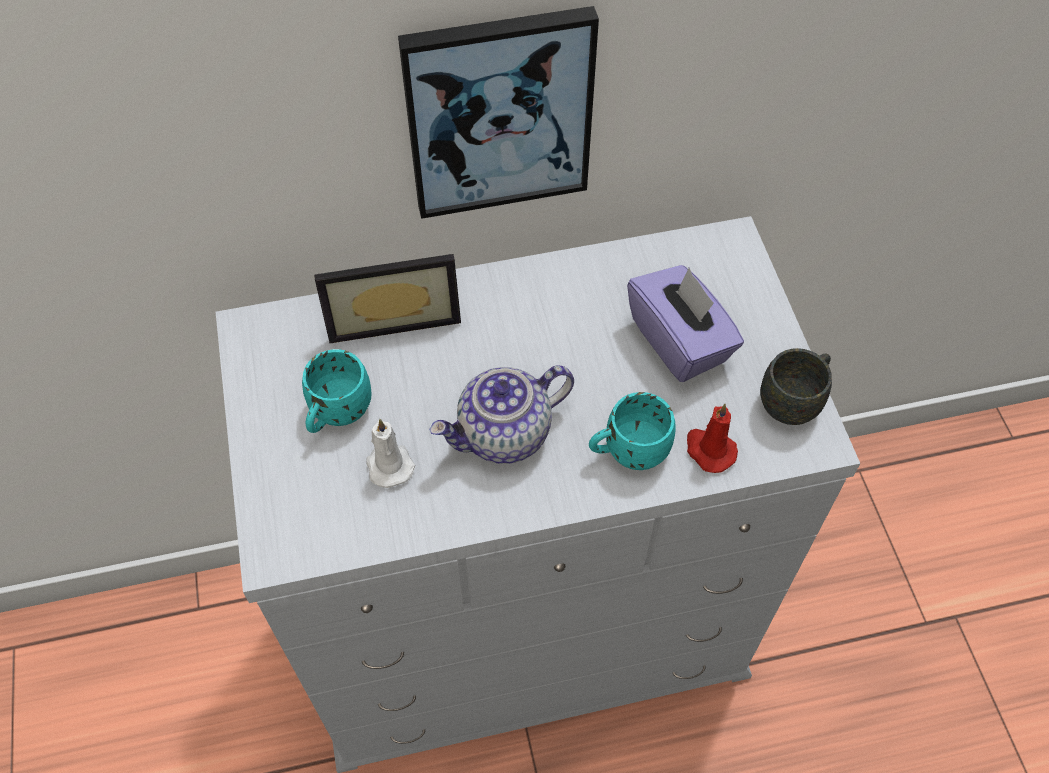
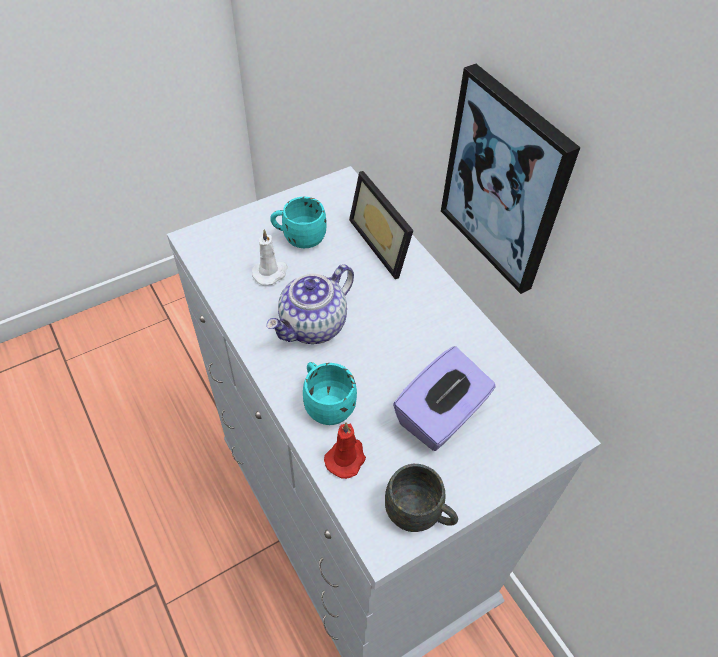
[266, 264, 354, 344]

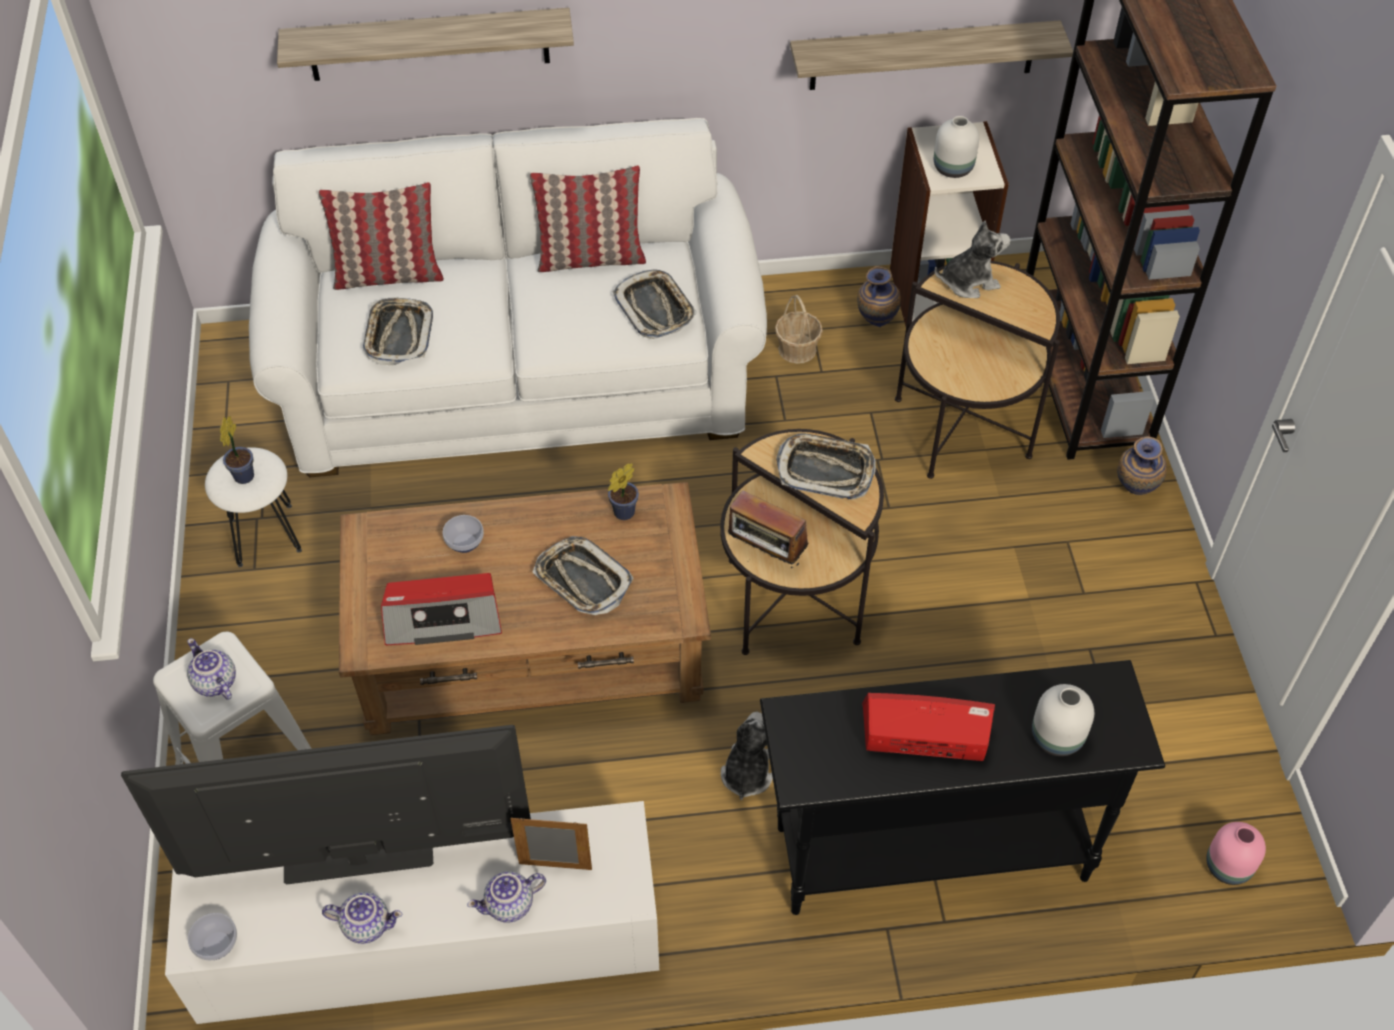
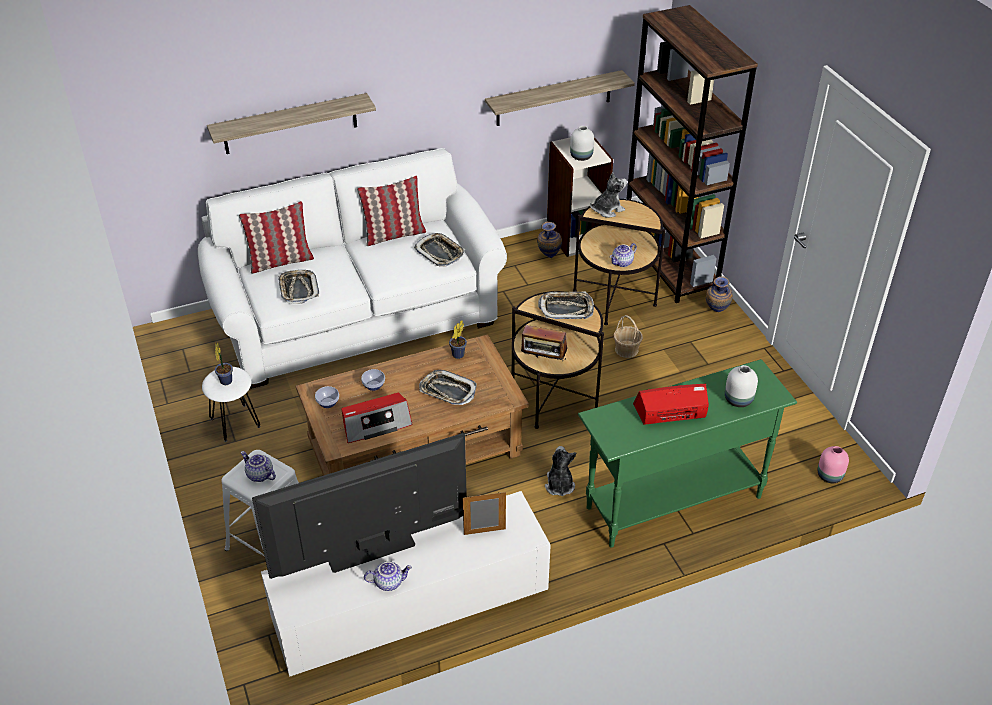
[315, 386, 339, 408]
[610, 243, 637, 267]
[578, 359, 797, 548]
[614, 315, 643, 358]

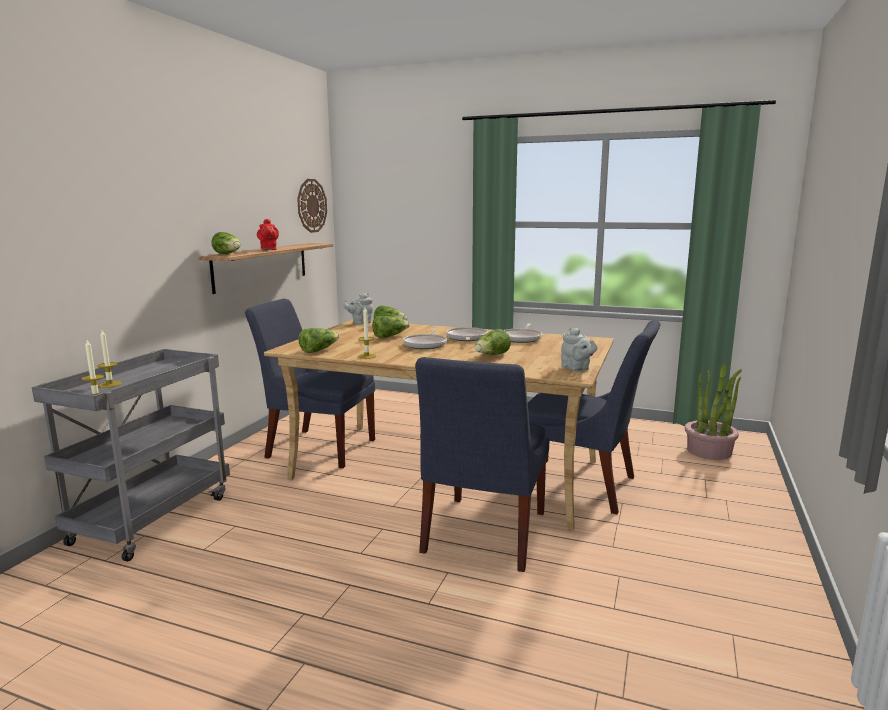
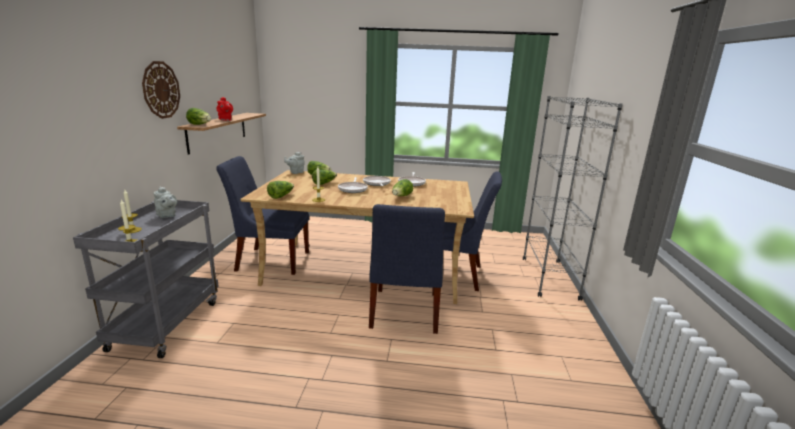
[142, 61, 180, 119]
[154, 186, 177, 218]
[685, 363, 742, 460] (first image)
[523, 96, 623, 301]

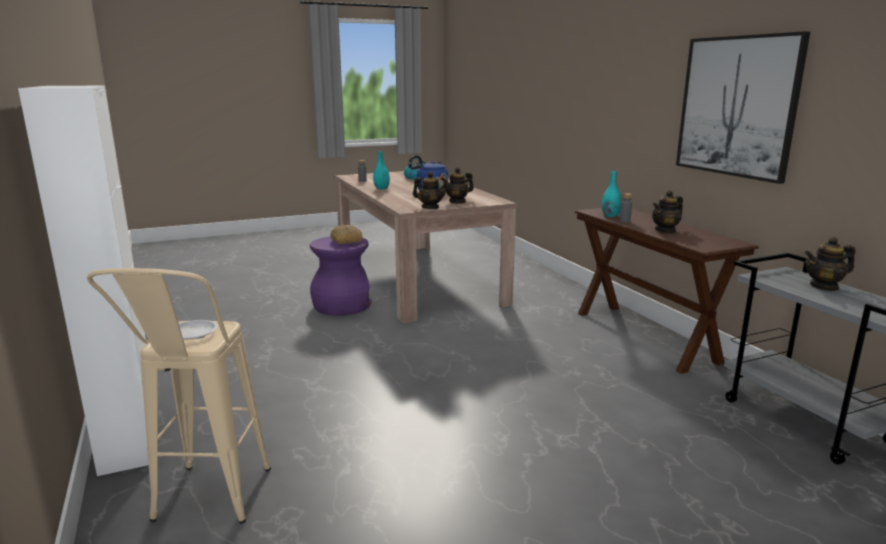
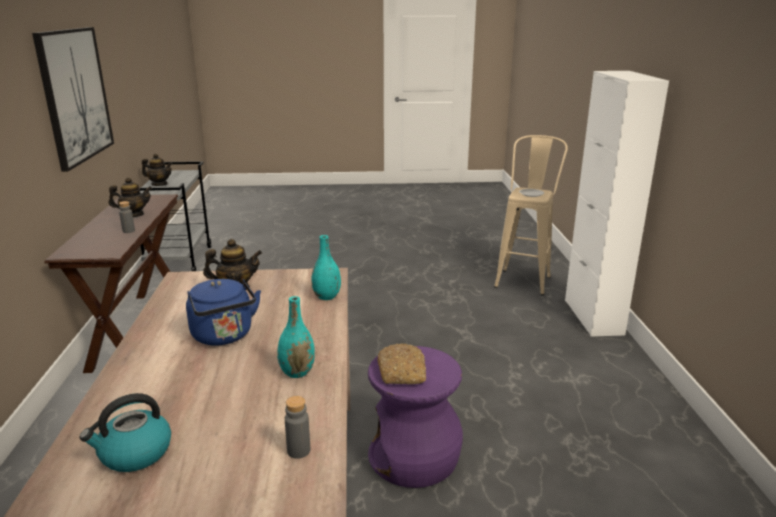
[413, 172, 448, 209] (first image)
[311, 235, 341, 300]

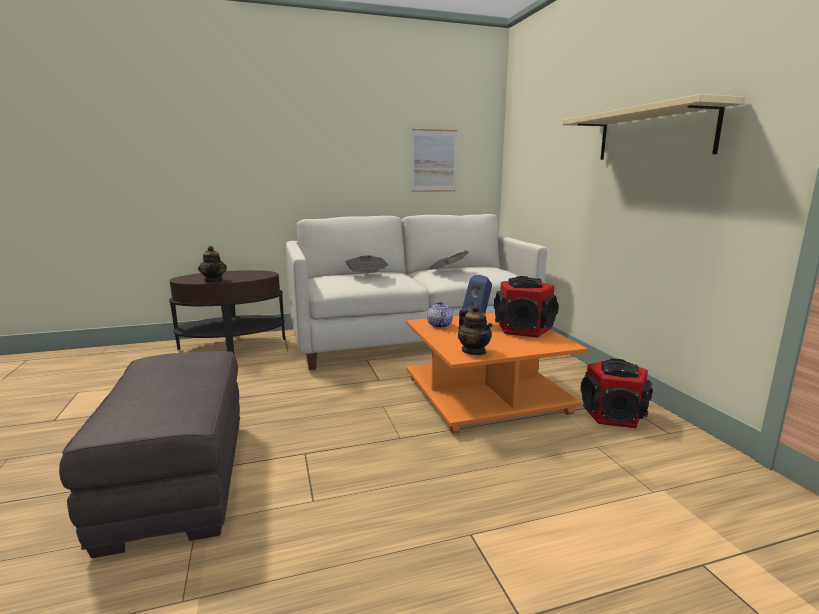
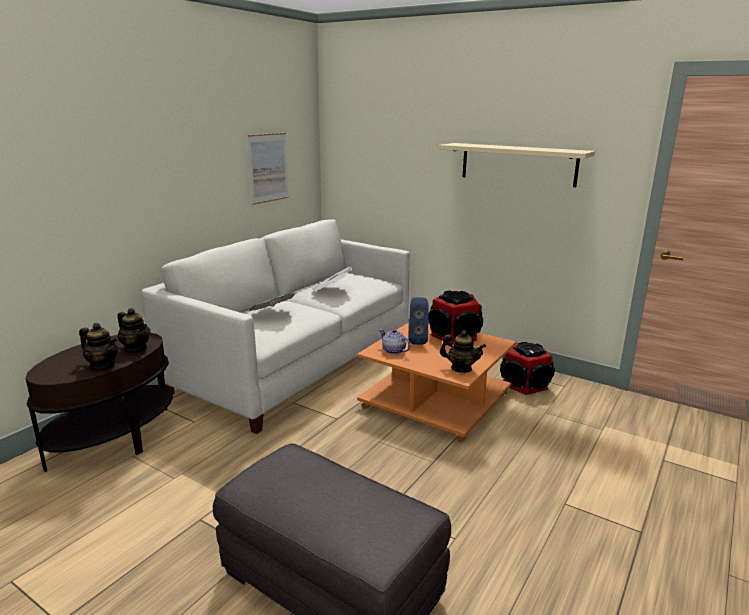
[117, 308, 151, 353]

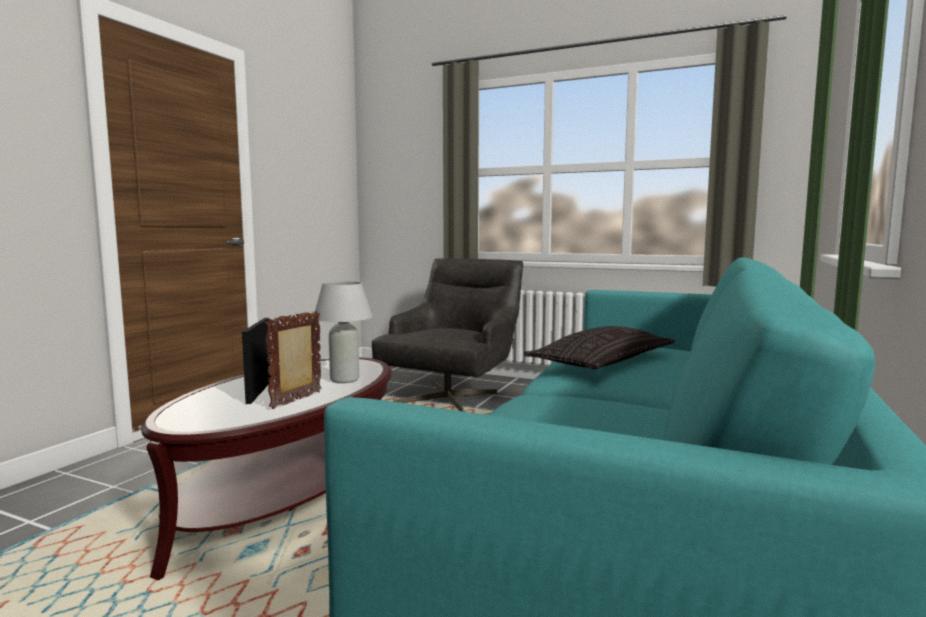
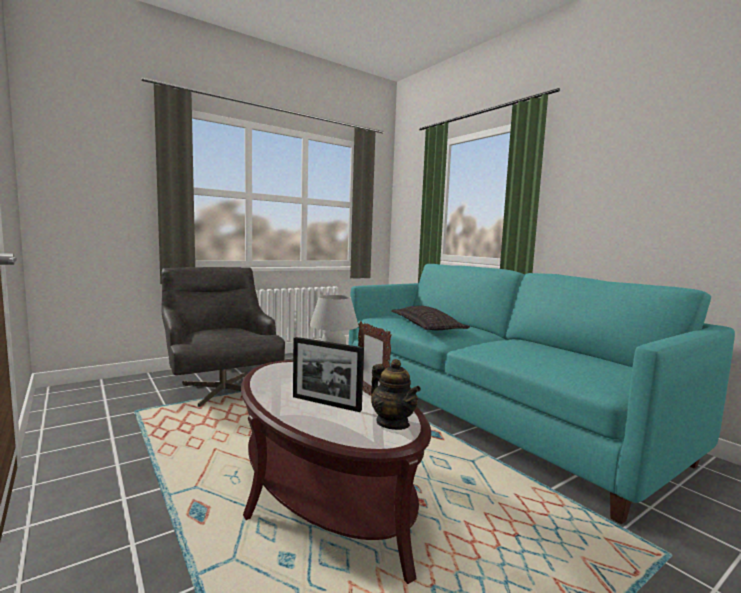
[371, 359, 421, 430]

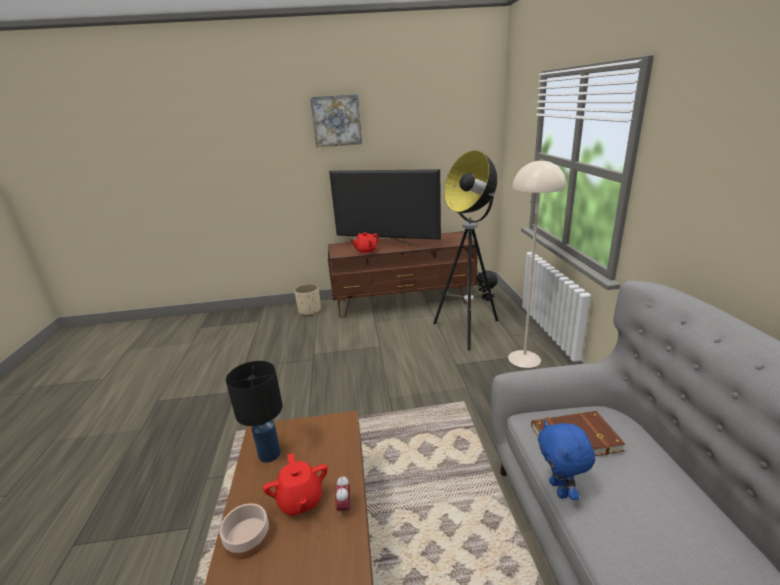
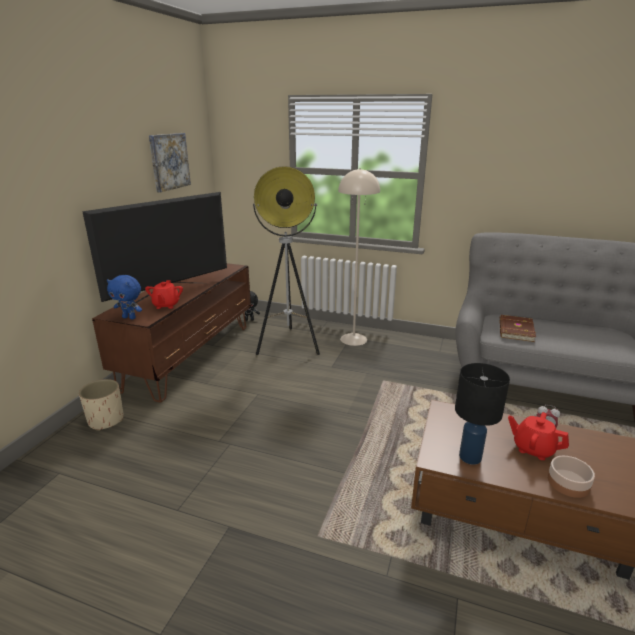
[508, 412, 569, 460]
[149, 133, 191, 192]
[107, 275, 142, 320]

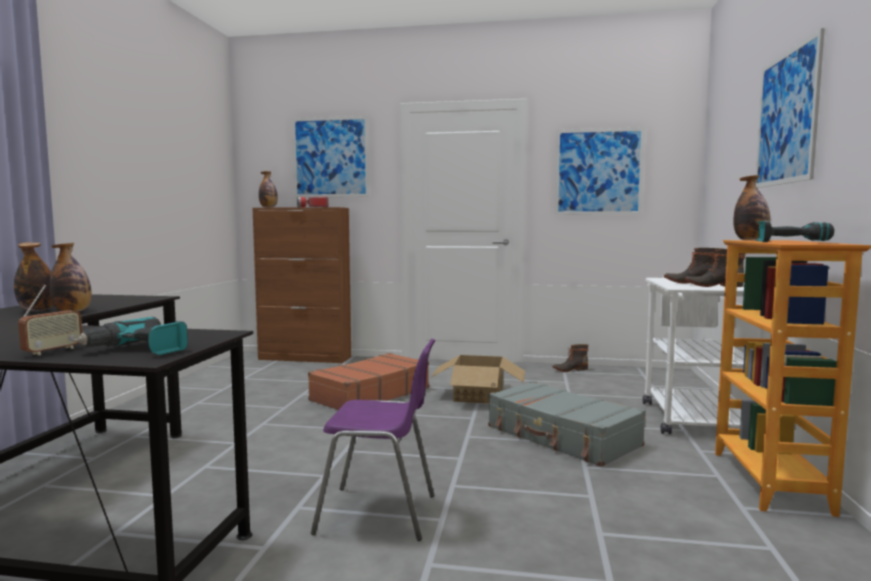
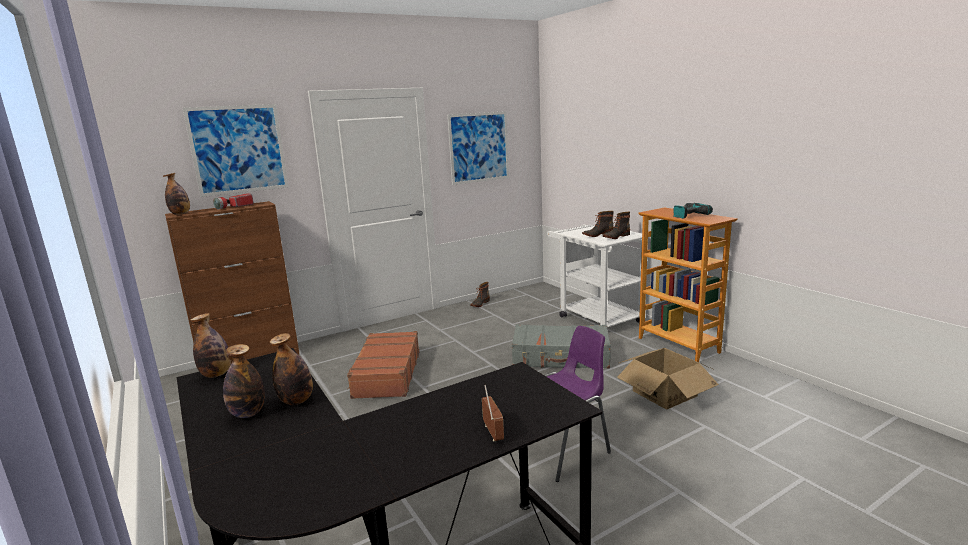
[73, 317, 188, 355] (first image)
[617, 348, 719, 409]
[191, 313, 231, 378]
[755, 28, 825, 188] (first image)

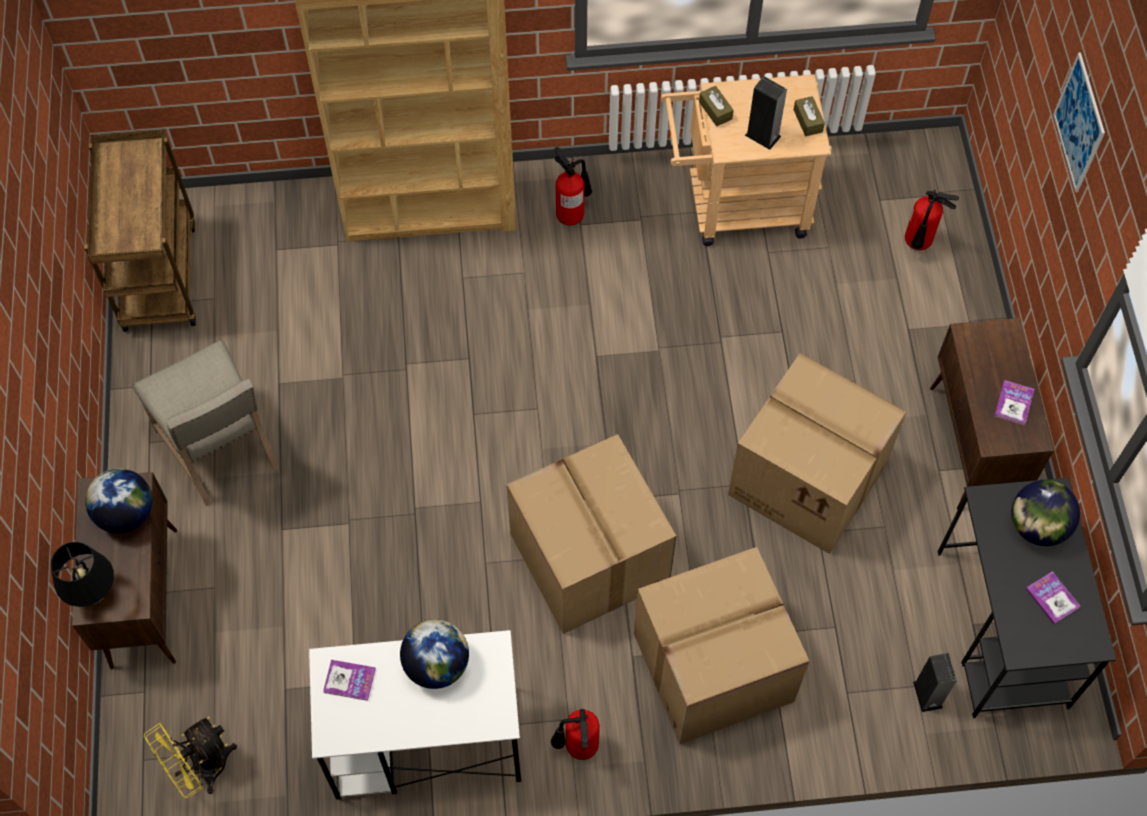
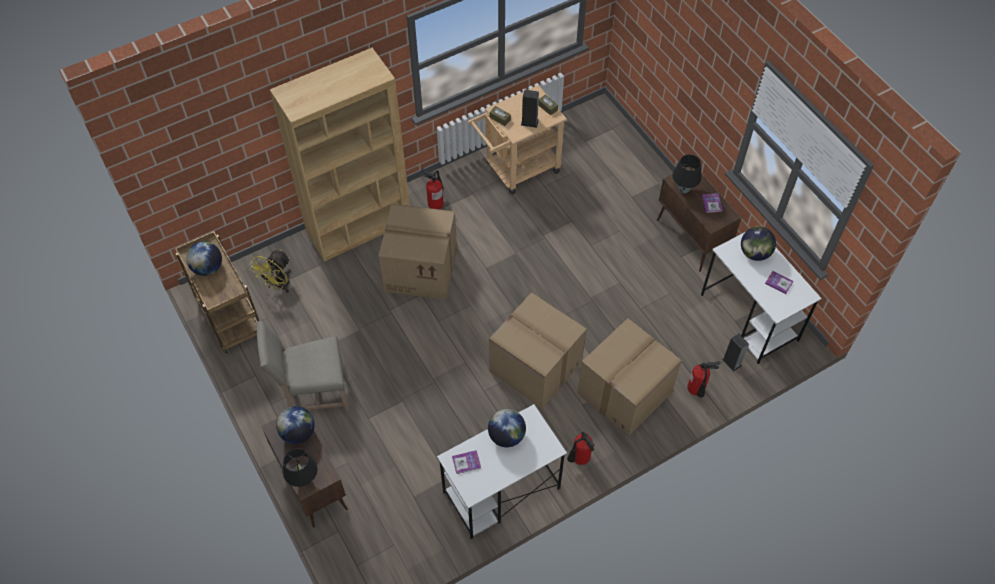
[256, 321, 350, 411]
[250, 249, 291, 293]
[378, 204, 457, 300]
[687, 361, 720, 397]
[701, 226, 822, 364]
[1053, 52, 1105, 192] (first image)
[186, 241, 222, 276]
[672, 155, 702, 194]

